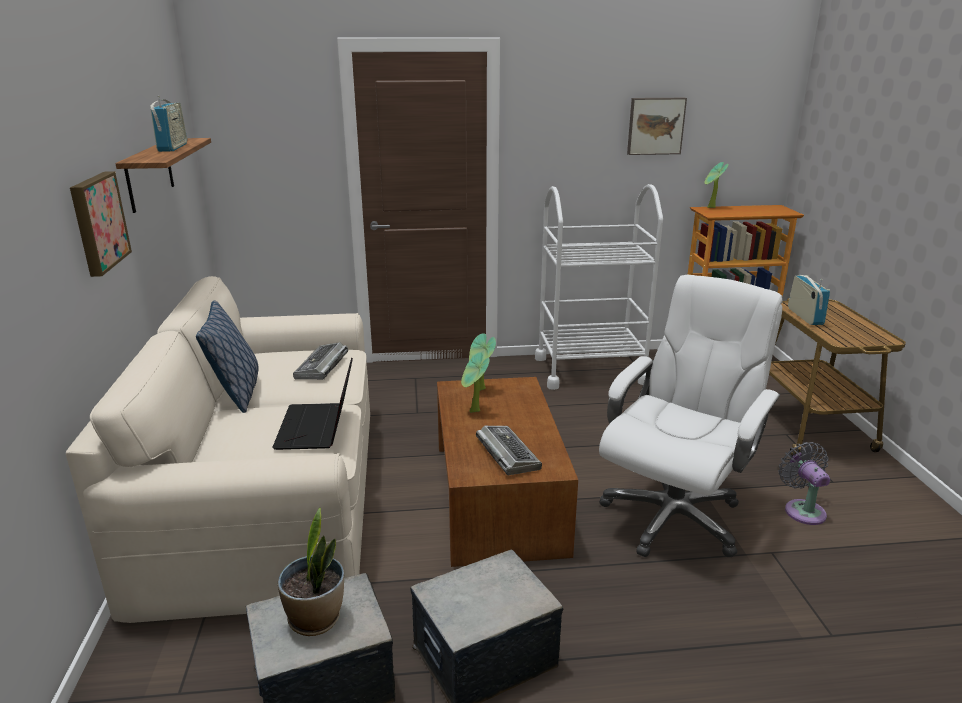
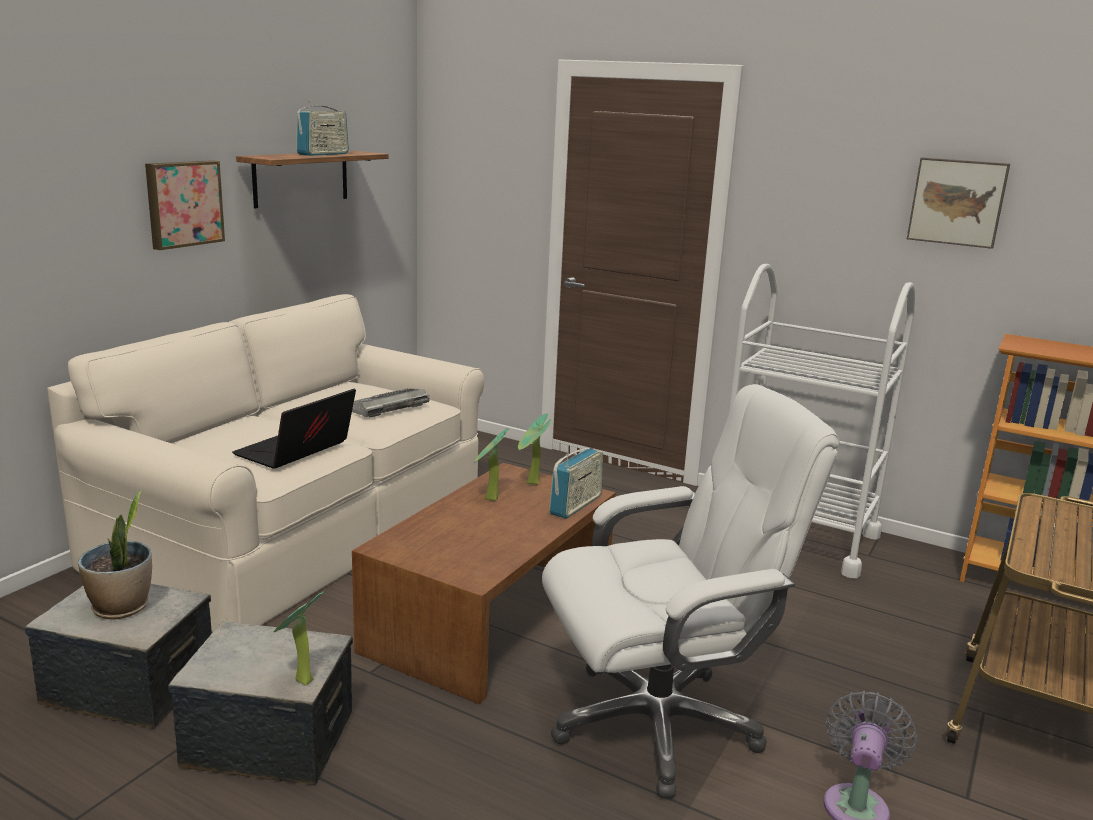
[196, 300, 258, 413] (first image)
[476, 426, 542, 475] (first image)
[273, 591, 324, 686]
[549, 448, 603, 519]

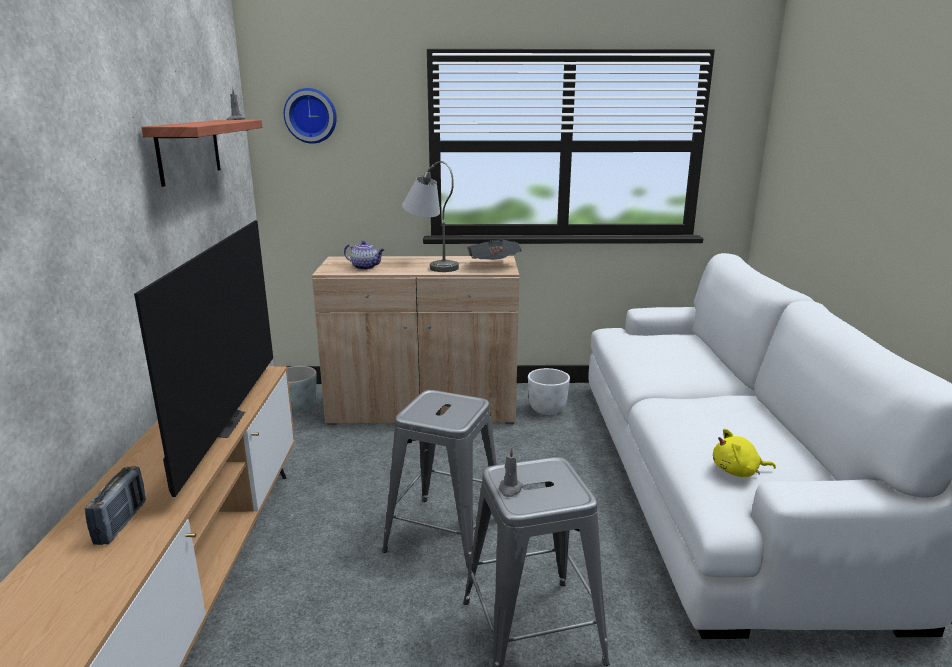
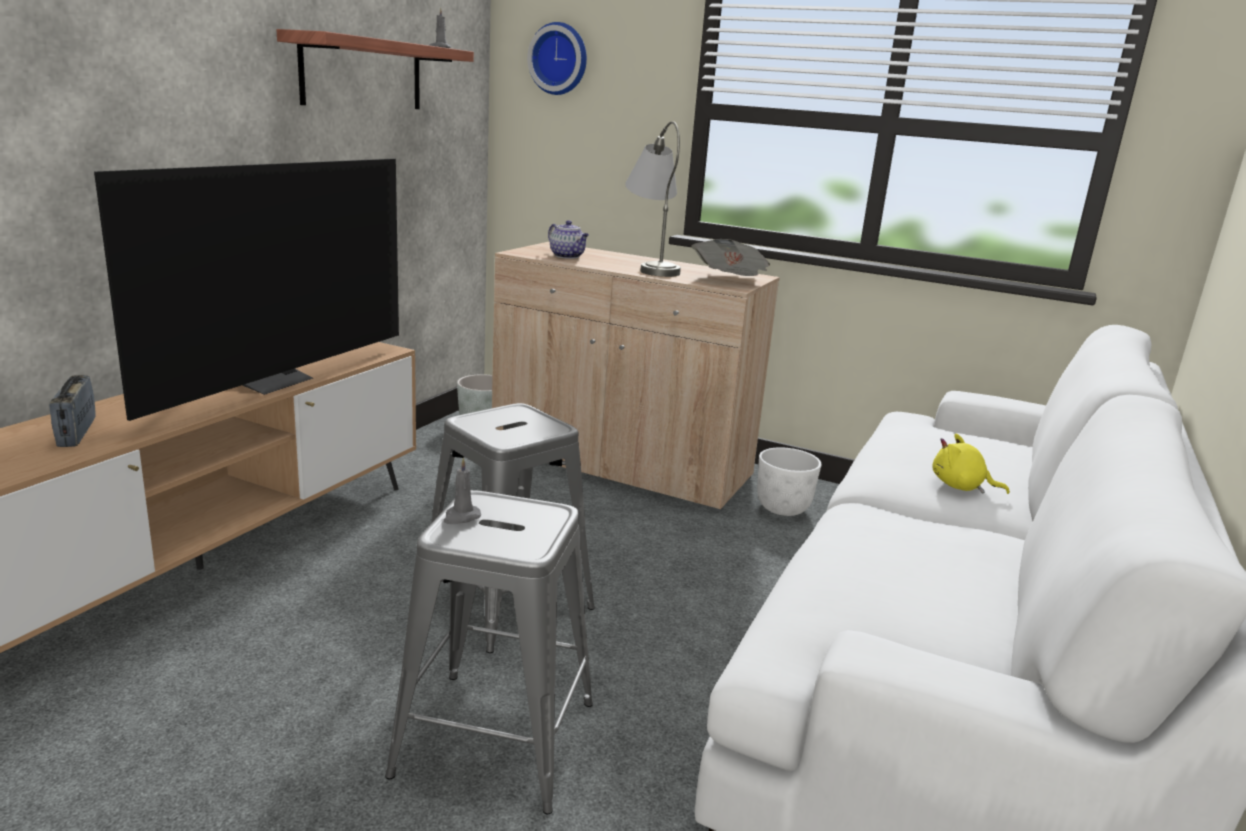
[49, 375, 96, 447]
[932, 434, 1010, 494]

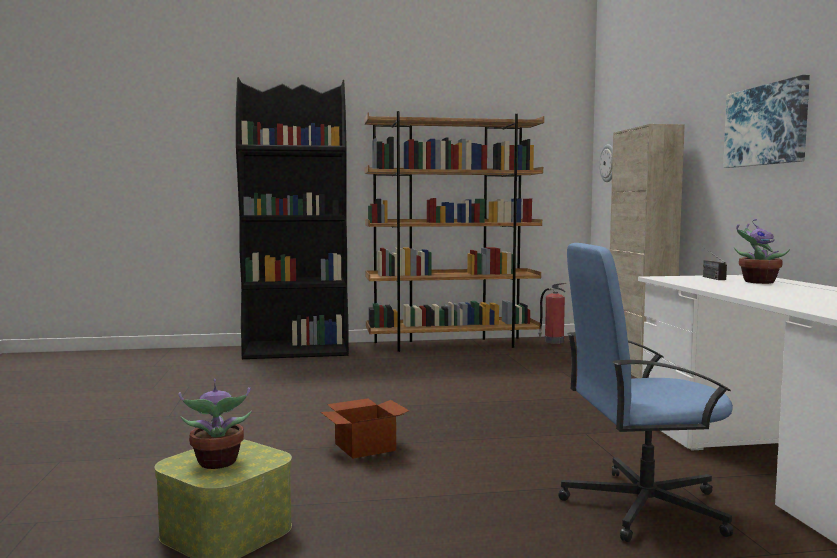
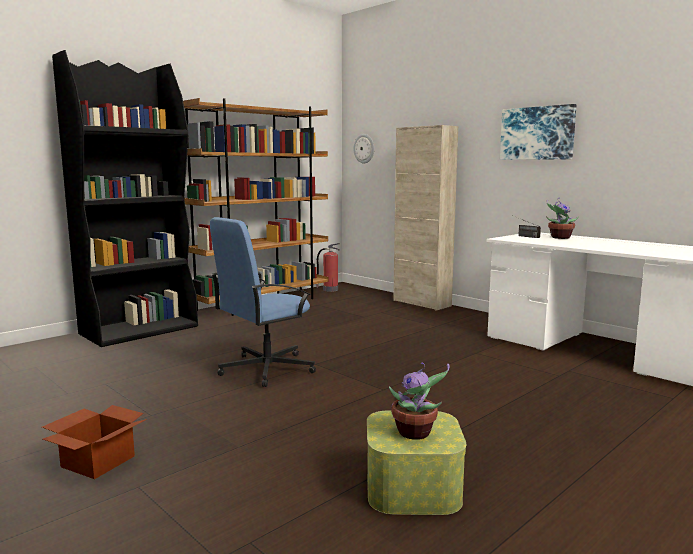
[42, 405, 147, 479]
[210, 217, 316, 387]

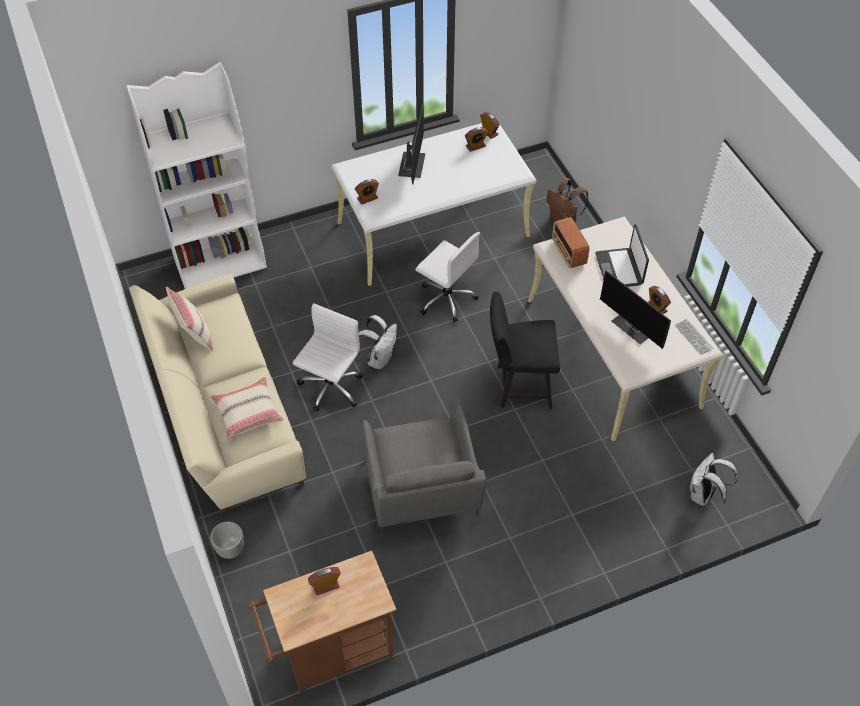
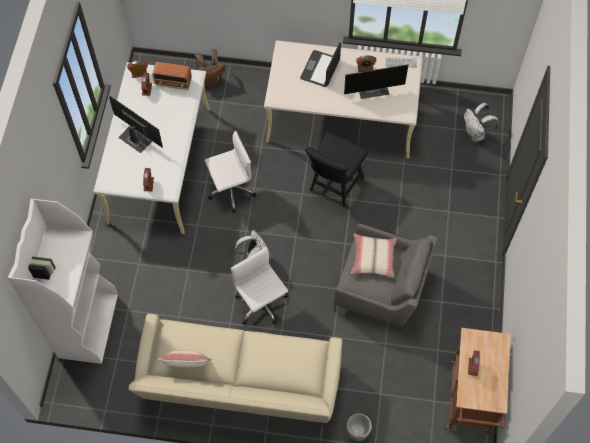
[351, 234, 397, 278]
[152, 62, 192, 90]
[300, 42, 341, 87]

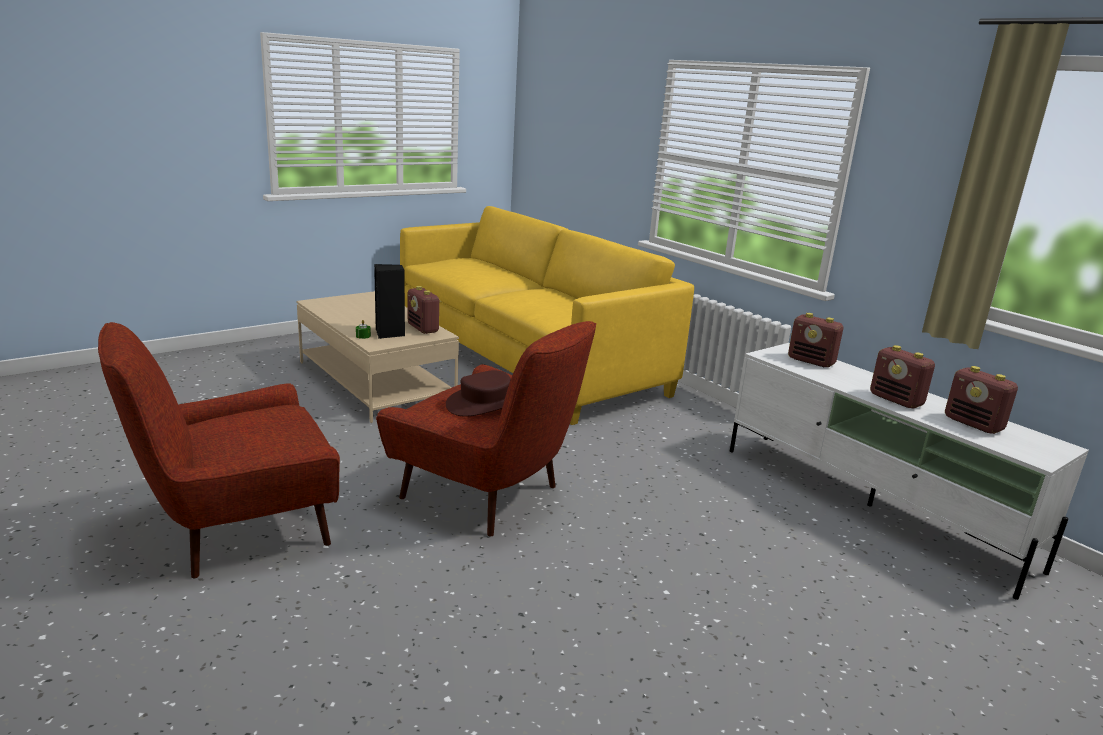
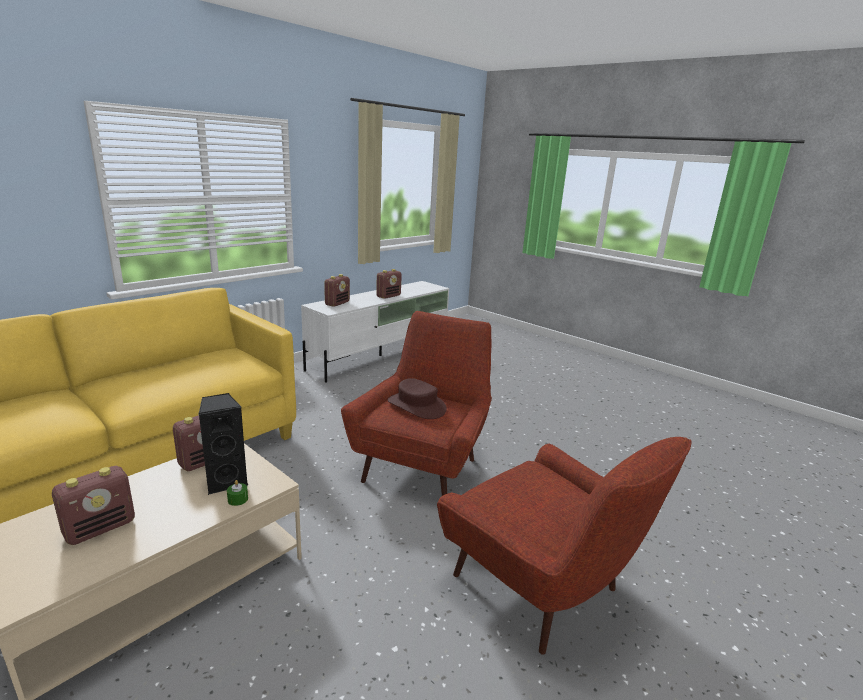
[52, 466, 135, 545]

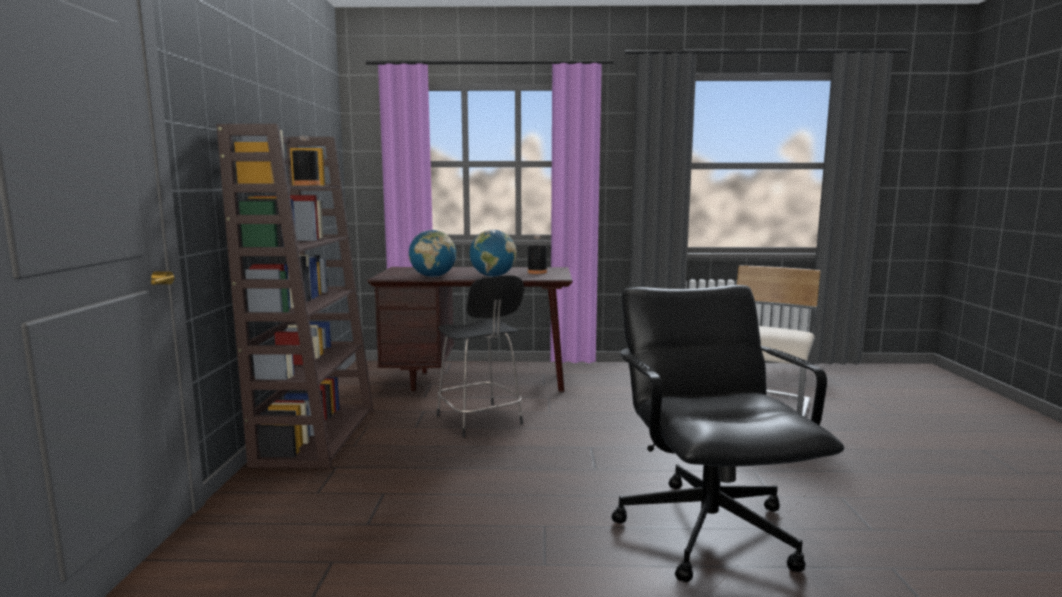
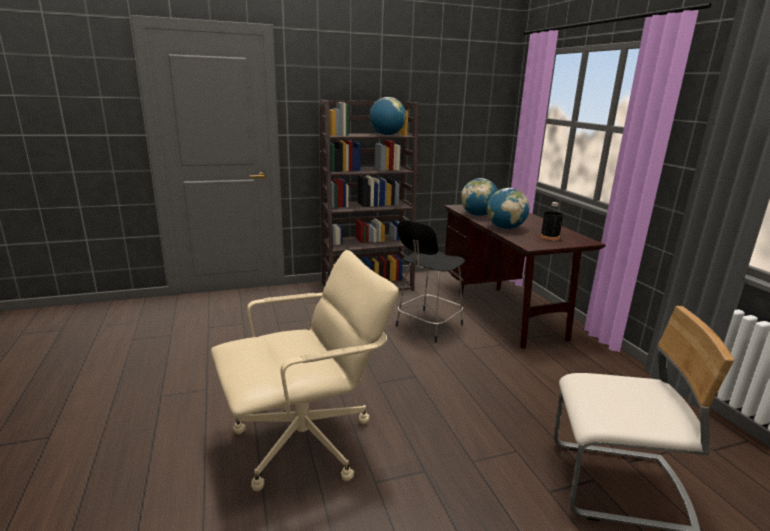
[370, 97, 406, 135]
[211, 250, 399, 491]

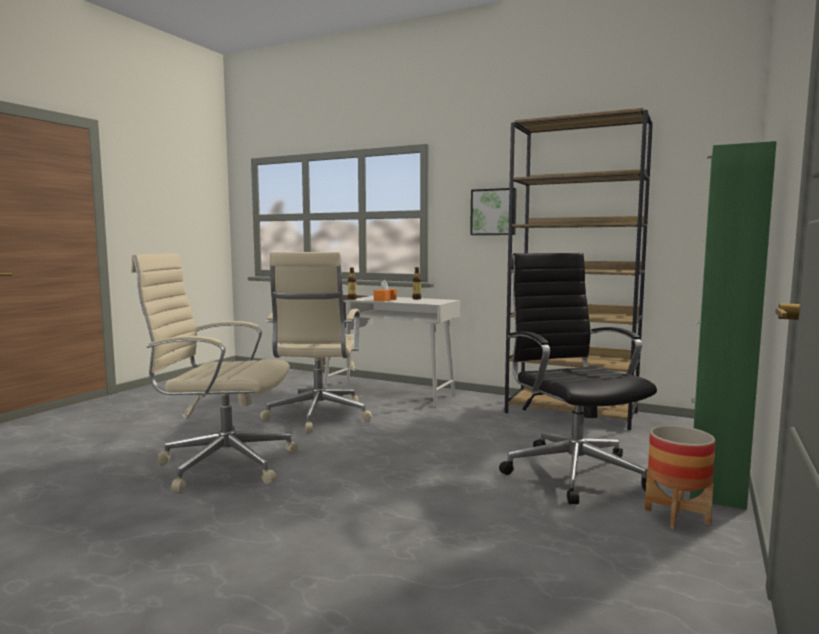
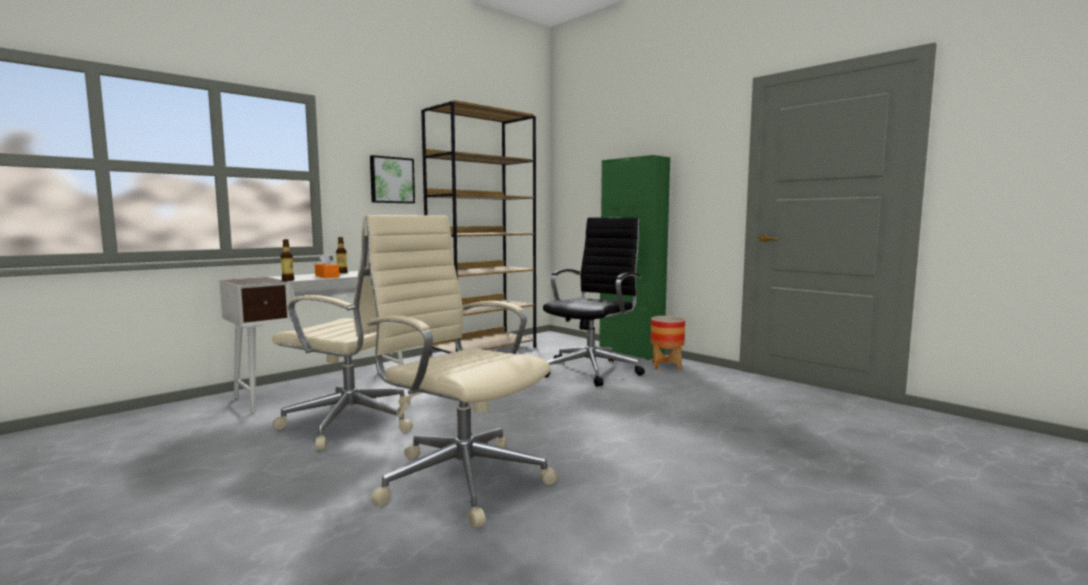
[364, 215, 557, 528]
[543, 217, 645, 387]

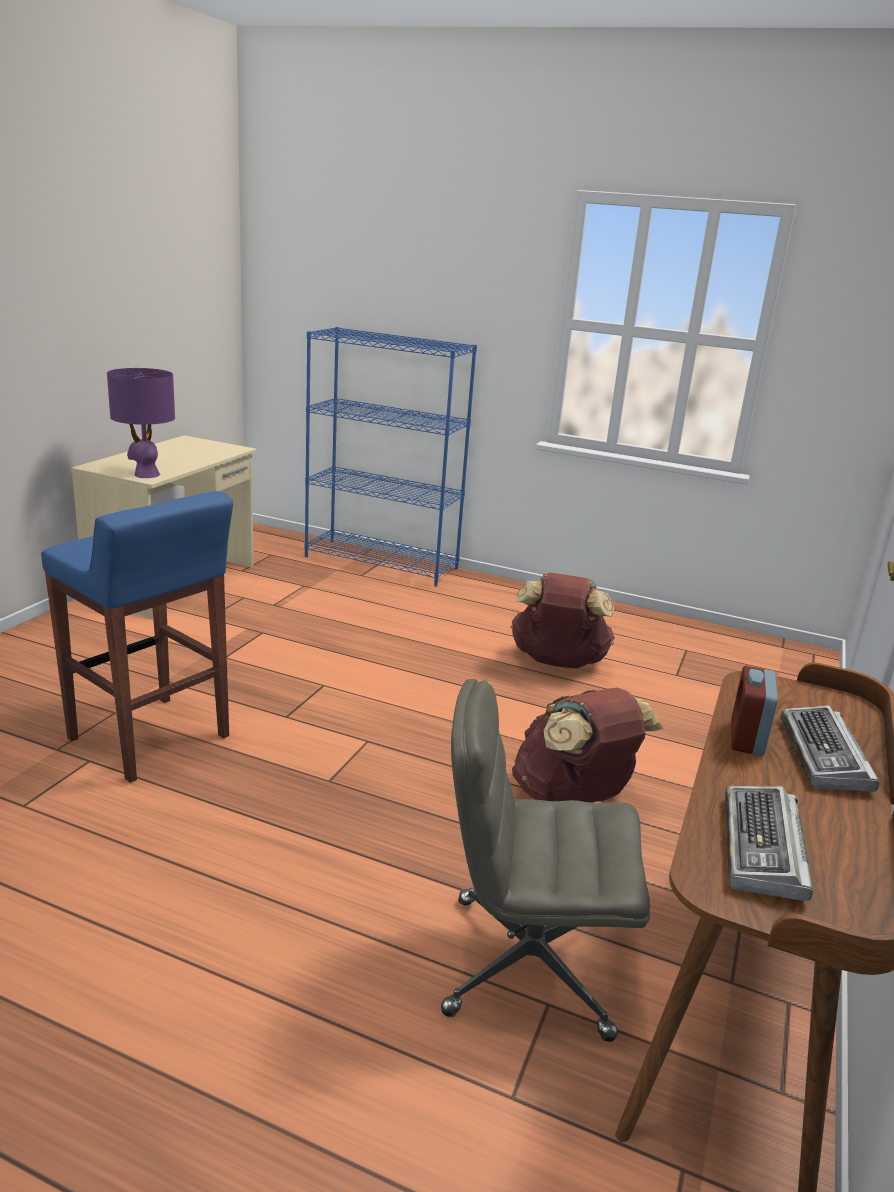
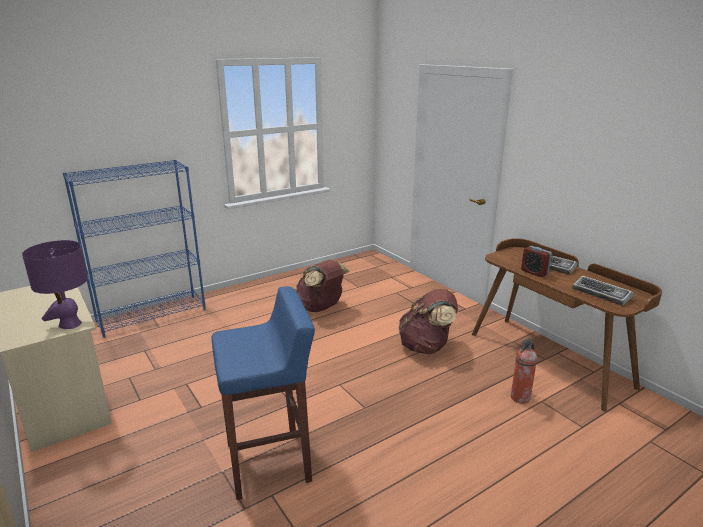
[511, 338, 537, 404]

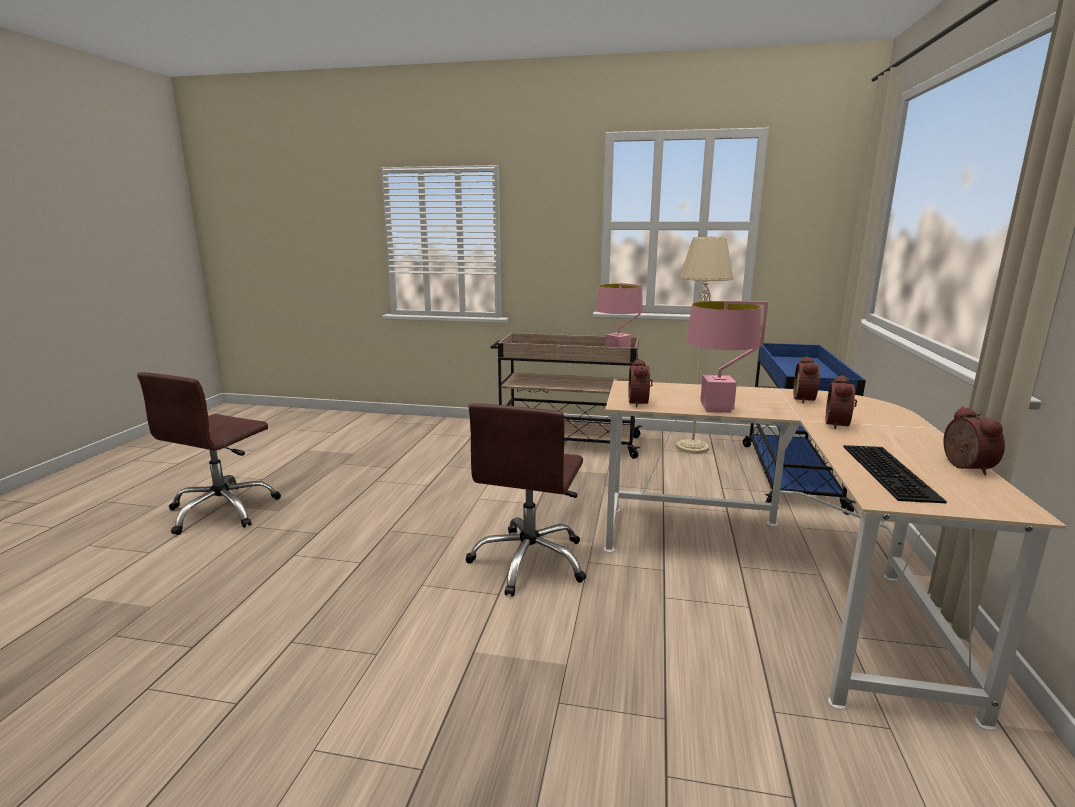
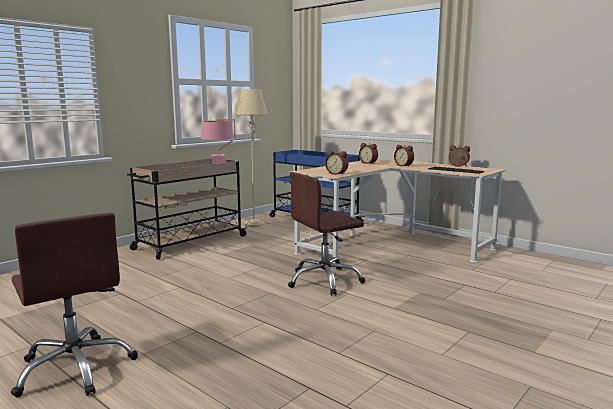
[288, 172, 365, 296]
[686, 301, 768, 413] (first image)

